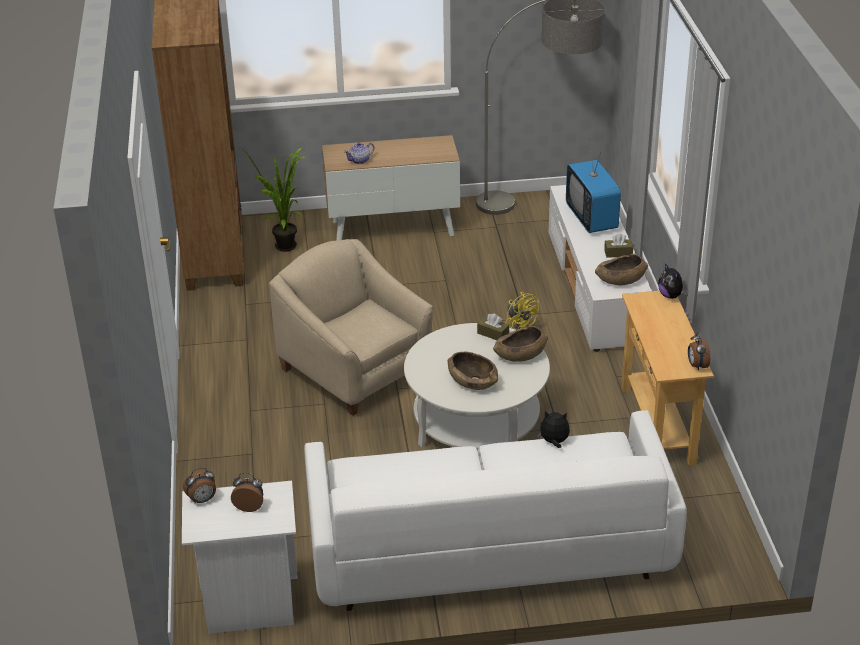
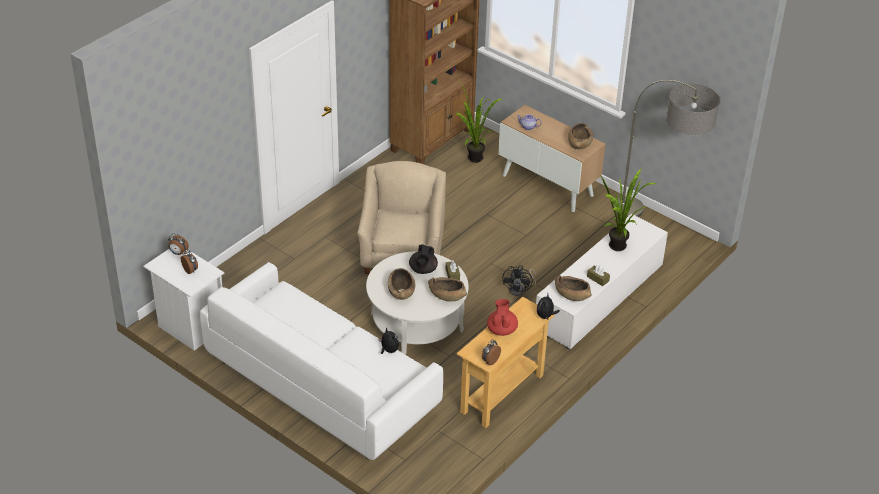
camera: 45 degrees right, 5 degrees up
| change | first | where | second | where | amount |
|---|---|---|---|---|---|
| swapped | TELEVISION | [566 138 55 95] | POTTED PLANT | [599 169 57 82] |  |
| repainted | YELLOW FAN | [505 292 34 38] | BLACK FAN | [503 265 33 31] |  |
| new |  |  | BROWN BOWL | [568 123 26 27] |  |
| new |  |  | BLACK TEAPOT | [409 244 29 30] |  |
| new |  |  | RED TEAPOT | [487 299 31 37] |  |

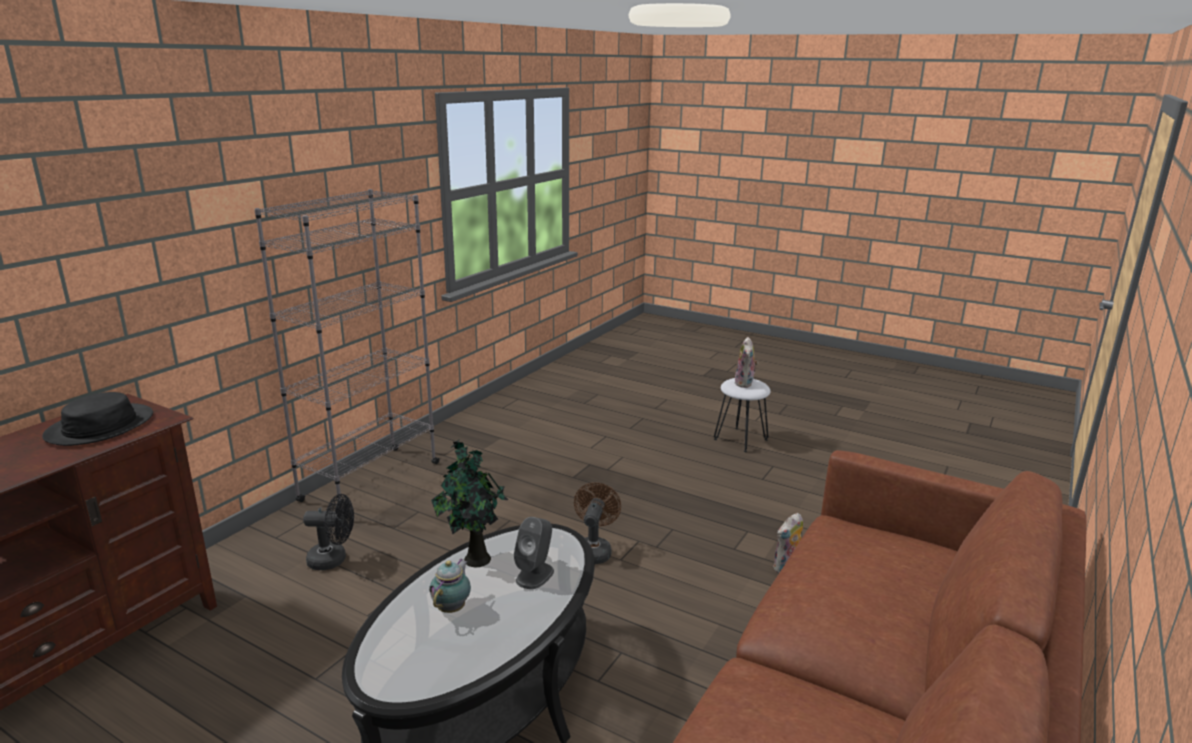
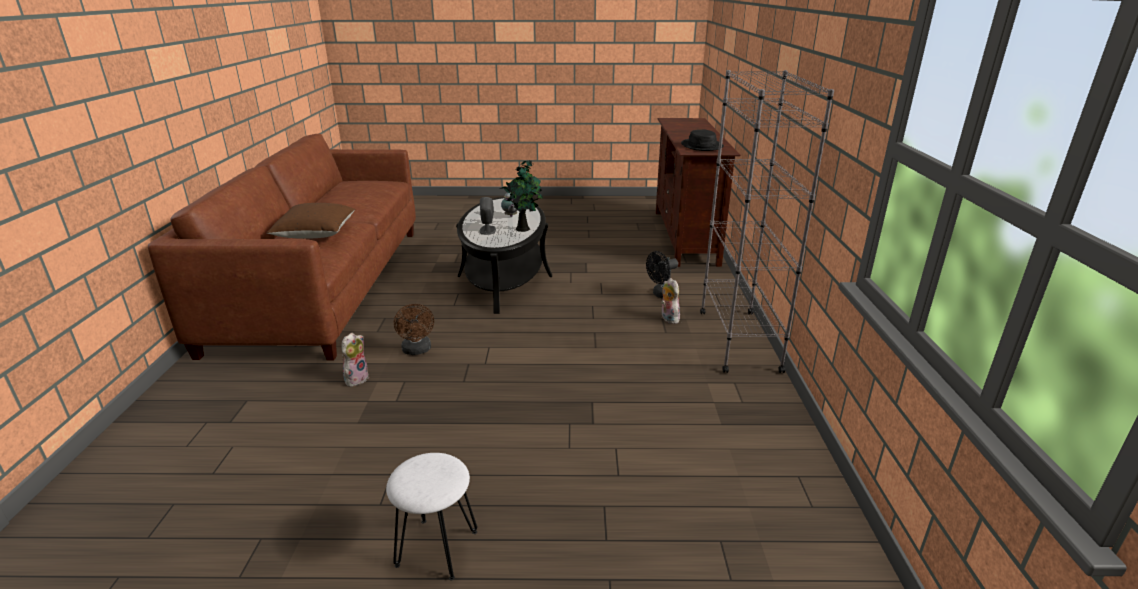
camera: 150 degrees right, 5 degrees up
| change | first | where | second | where | amount |
|---|---|---|---|---|---|
| shifted | PLUSH TOY | [734 337 24 51] |  | [661 278 19 46] |  |
| shifted | BROWN FAN | [574 482 47 82] |  | [394 304 40 51] |  |
| new |  |  | BROWN PILLOW | [267 203 89 36] |  |

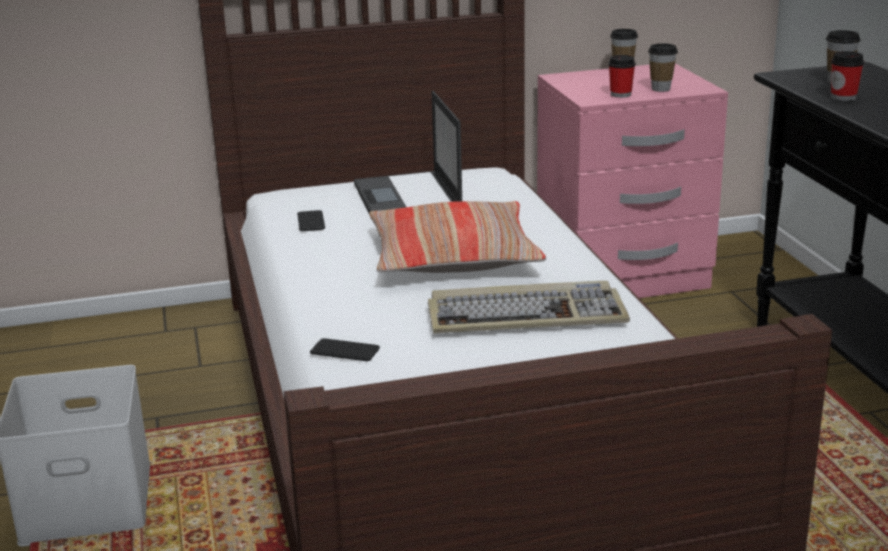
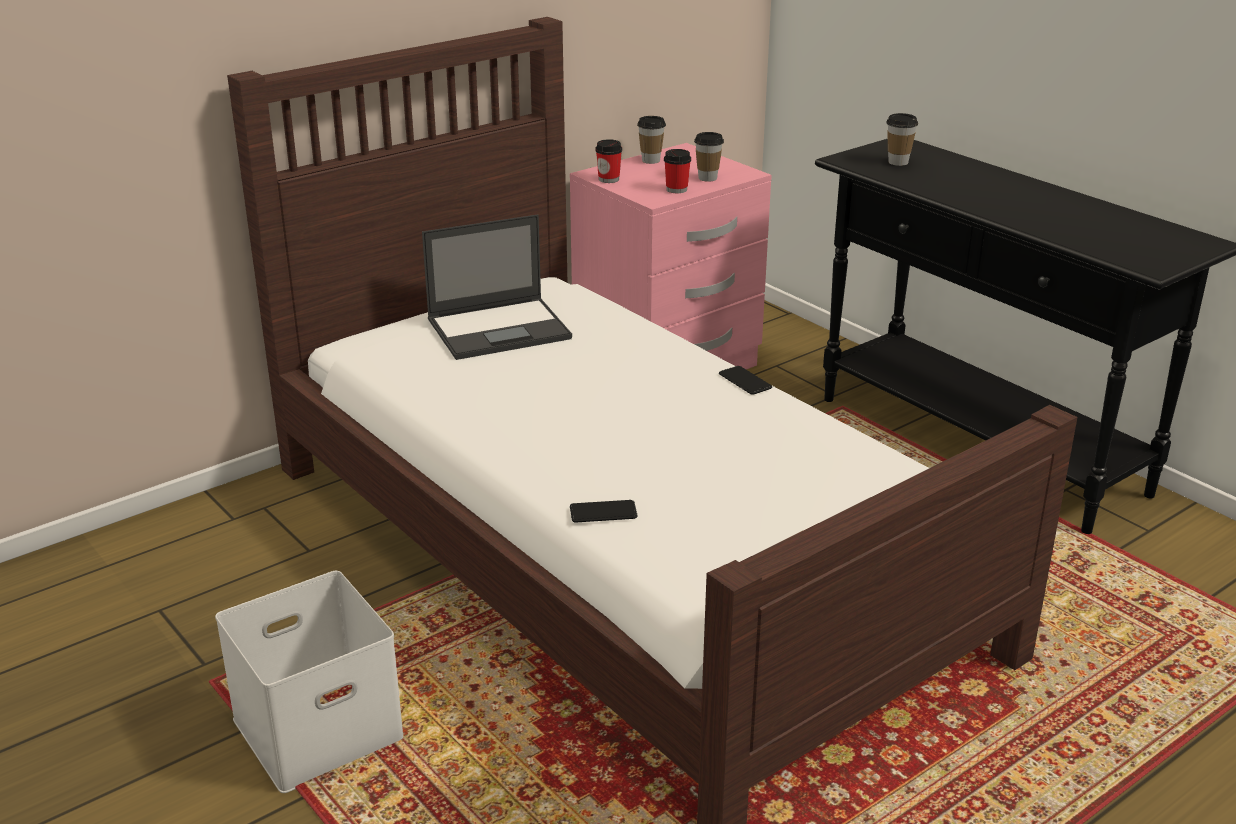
camera: 25 degrees left, 5 degrees up
| change | first | where | second | where | amount |
|---|---|---|---|---|---|
| shifted | CUP | [831 51 33 50] |  | [595 139 27 44] |  |
| rotated | LAPTOP | [354 91 108 124] |  | [422 214 150 146] | 75 degrees counterclockwise |
| gone | PILLOW | [369 201 177 72] |  |  |  |
| shifted | PHONE | [297 210 28 21] |  | [719 366 53 29] |  |
| gone | KEYBOARD | [428 281 202 53] |  |  |  |

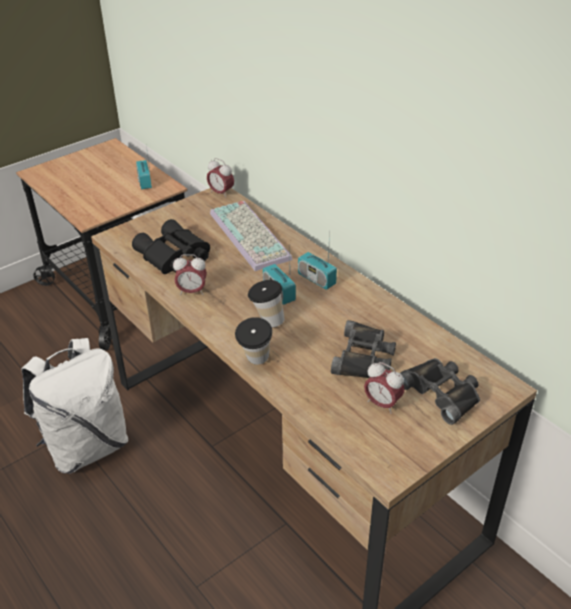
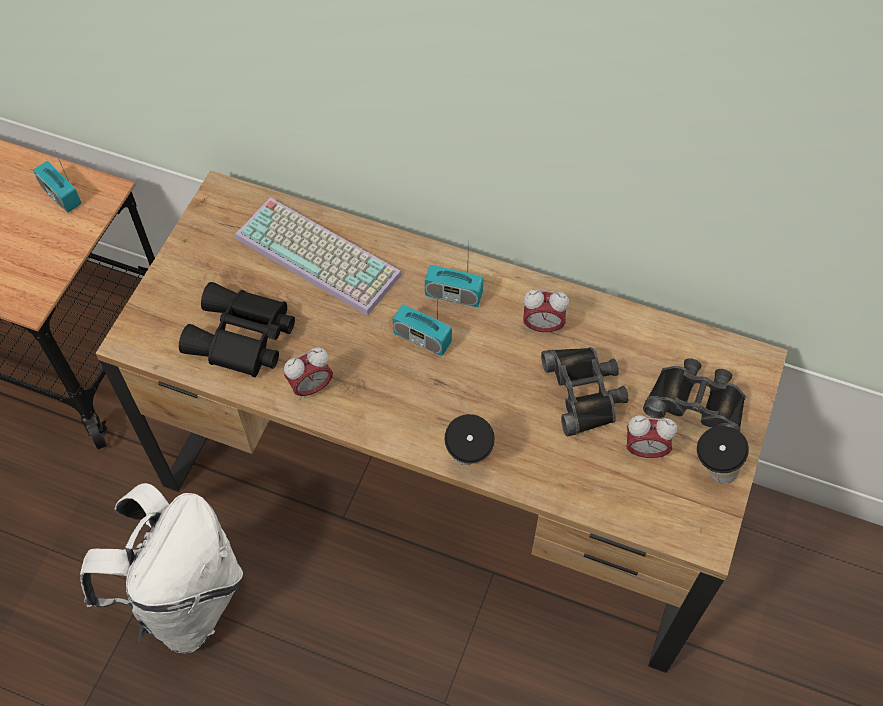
camera: 30 degrees left, 20 degrees up
| change | first | where | second | where | amount |
|---|---|---|---|---|---|
| shifted | ALARM CLOCK | [207 158 27 40] |  | [523 290 46 44] |  |
| shifted | CUP | [248 280 37 48] |  | [697 426 52 57] |  |

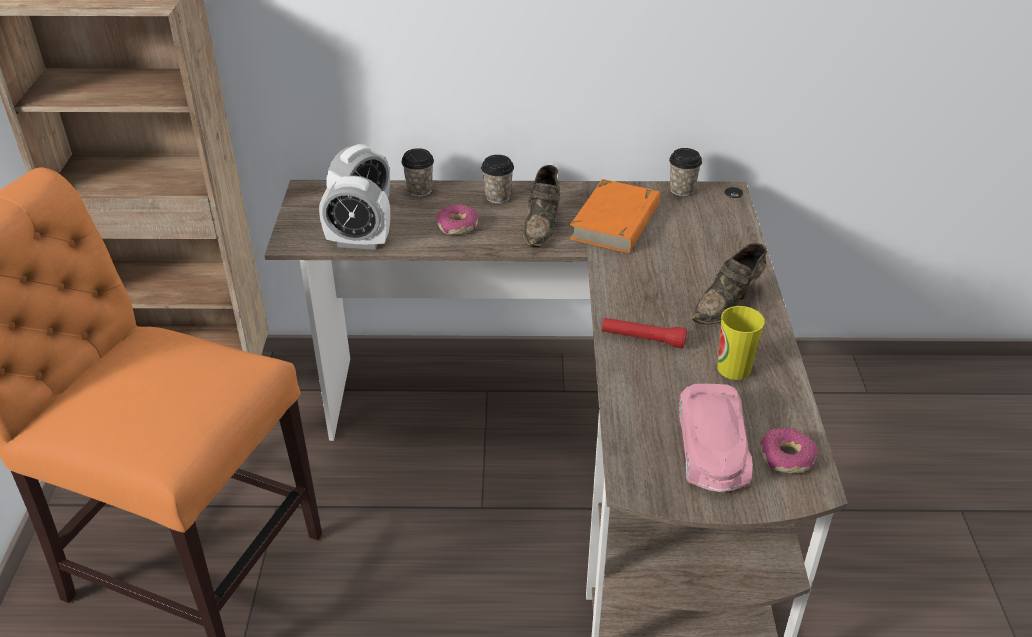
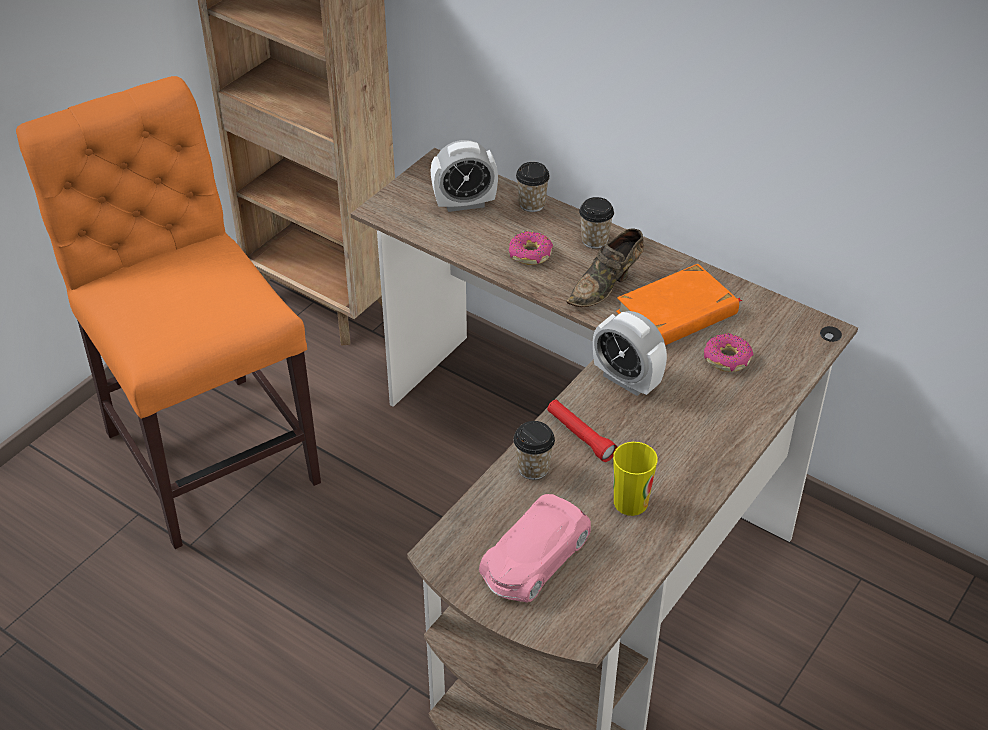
camera: 35 degrees right, 5 degrees up
| change | first | where | second | where | amount |
|---|---|---|---|---|---|
| shifted | CUP | [669 148 33 49] |  | [513 421 42 59] |  |
| shifted | ALARM CLOCK | [319 175 71 75] |  | [593 311 74 85] |  |
| gone | BROWN SHOE | [692 243 75 81] |  |  |  |
| shifted | DONUT | [760 428 58 46] |  | [704 333 49 39] |  |

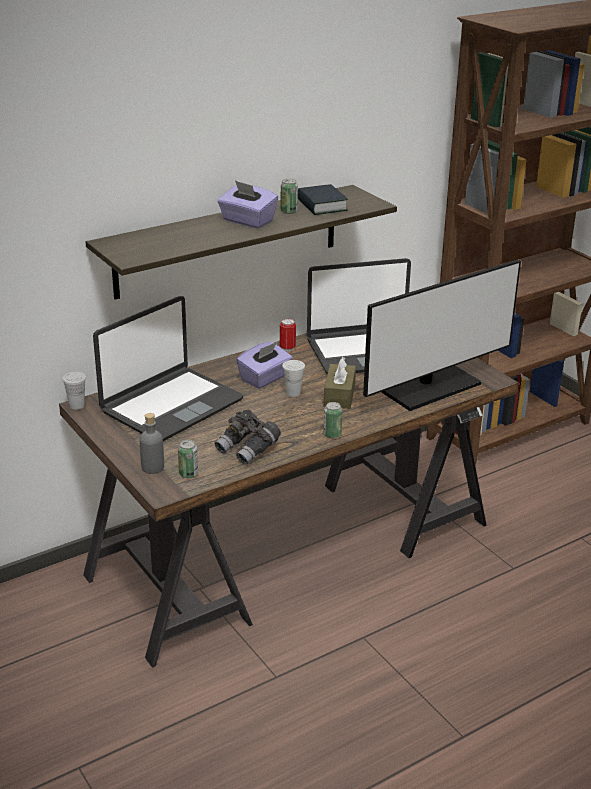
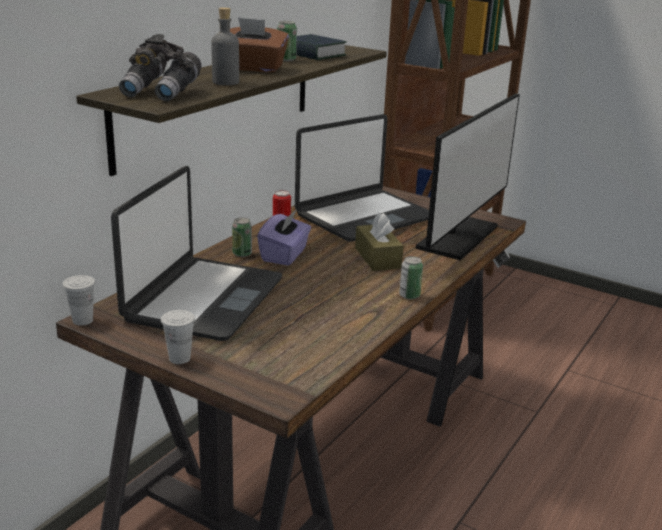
camera: 25 degrees left, 5 degrees down
| change | first | where | second | where | amount |
|---|---|---|---|---|---|
| repainted | PURPLE TISSUE BOX | [218 180 60 48] | BROWN TISSUE BOX | [230 17 59 55] |  |
| shifted | WHITE CUP | [282 360 23 37] |  | [161 310 34 54] |  |
| shifted | GREY BINOCULARS | [214 410 67 55] |  | [119 34 82 67] |  |
| shifted | GREY BOTTLE | [139 413 25 61] |  | [211 7 28 78] |  |
| shifted | CAN | [178 440 20 38] |  | [232 218 20 39] |  |

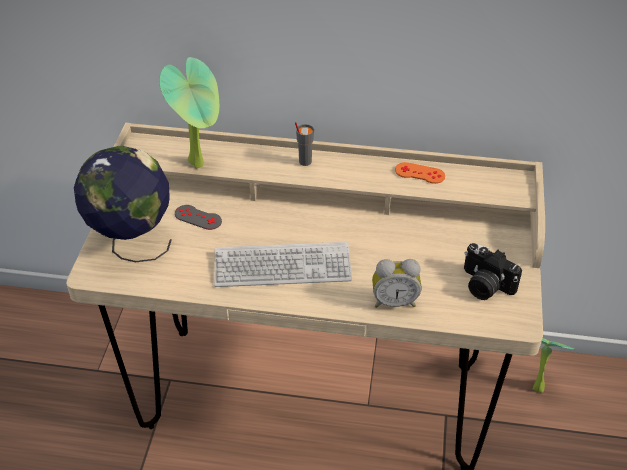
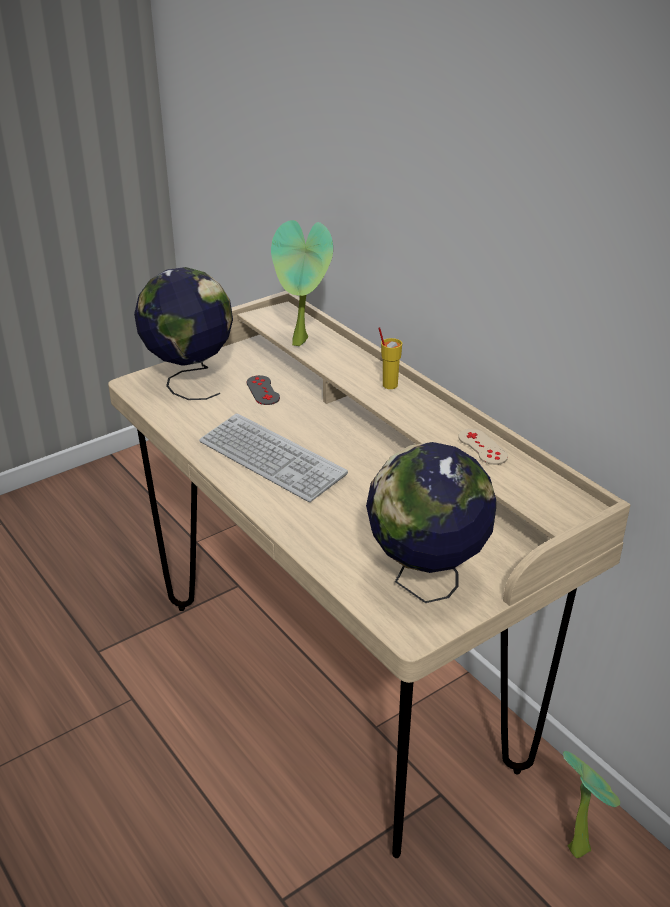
camera: 45 degrees right, 10 degrees down
| change | first | where | second | where | amount |
|---|---|---|---|---|---|
| repainted | GREY CUP | [295 122 19 44] | YELLOW CUP | [379 327 23 62] |  |
| repainted | ORANGE GAME CONTROLLER | [395 162 50 22] | BEIGE GAME CONTROLLER | [458 429 50 36] |  |
| swapped | PHOTO CAMERA | [464 243 58 57] | GLOBE | [366 442 130 161] |  |
| gone | ALARM CLOCK | [372 259 49 49] |  |  |  |

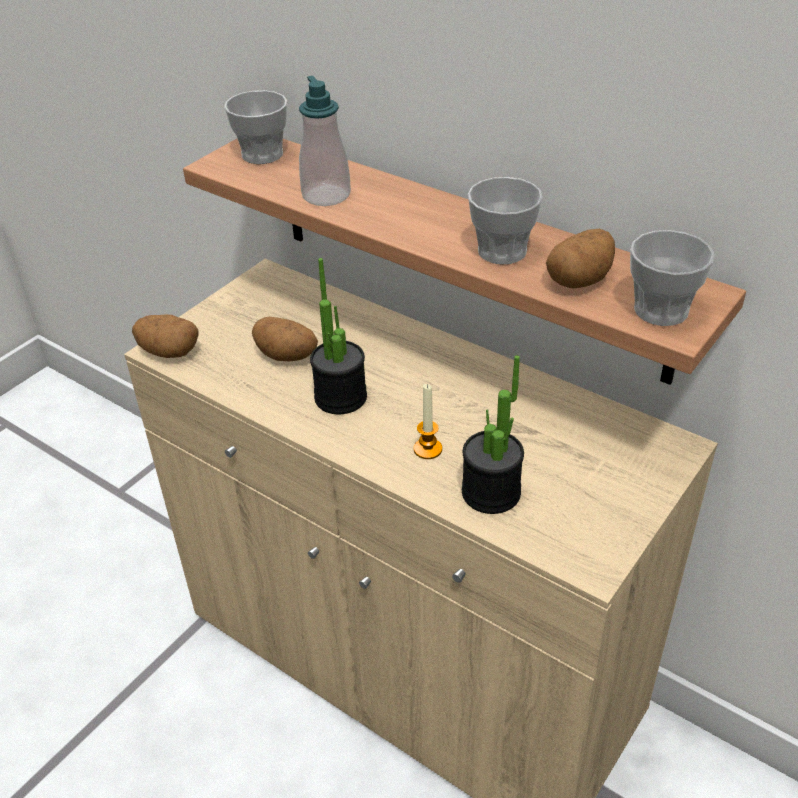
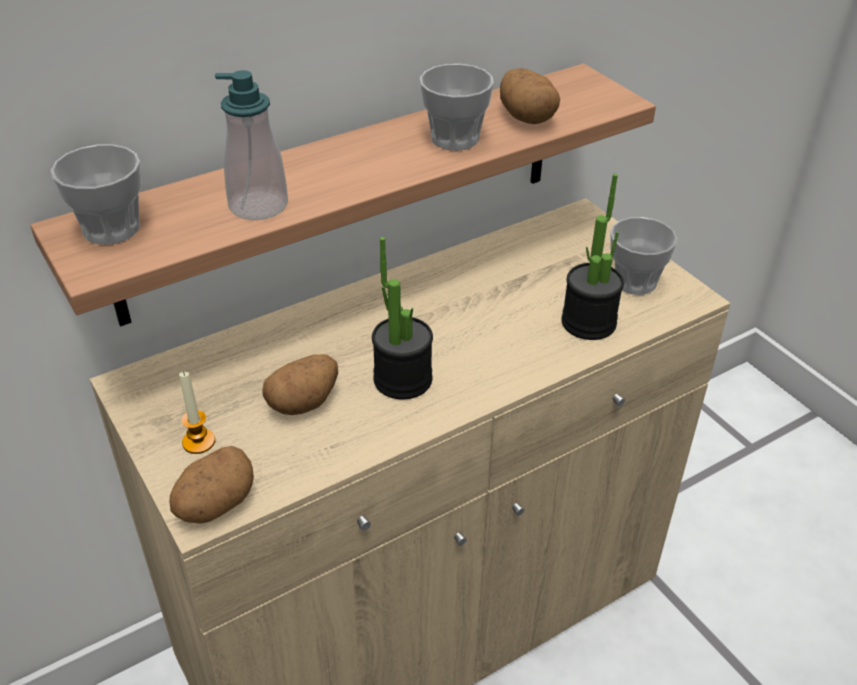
camera: 70 degrees left, 0 degrees up
| change | first | where | second | where | amount |
|---|---|---|---|---|---|
| shifted | CUP | [630 230 85 96] |  | [610 217 67 78] |  |
| shifted | CANDLE | [414 384 28 75] |  | [179 371 36 83] |  |

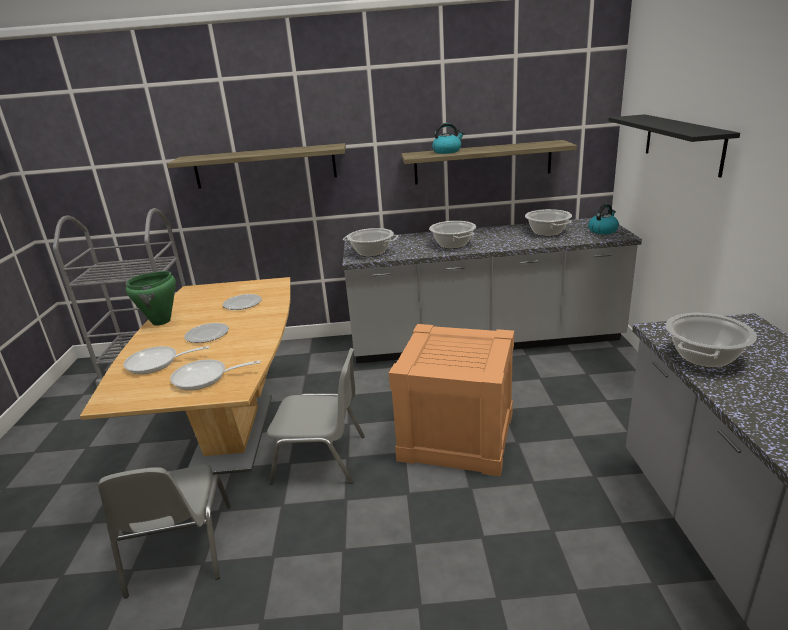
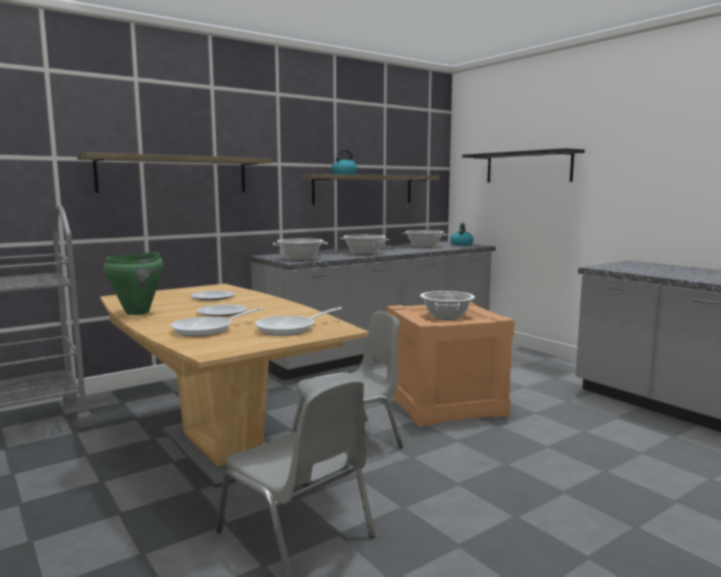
camera: 35 degrees left, 15 degrees down
| change | first | where | second | where | amount |
|---|---|---|---|---|---|
| shifted | COOKING POT | [666 313 91 55] |  | [420 291 55 29] |  |

